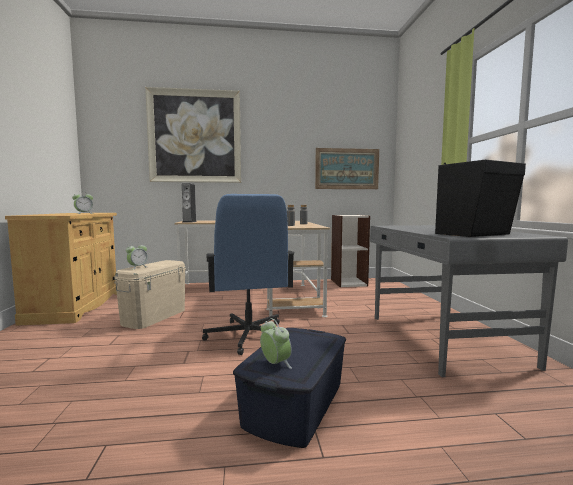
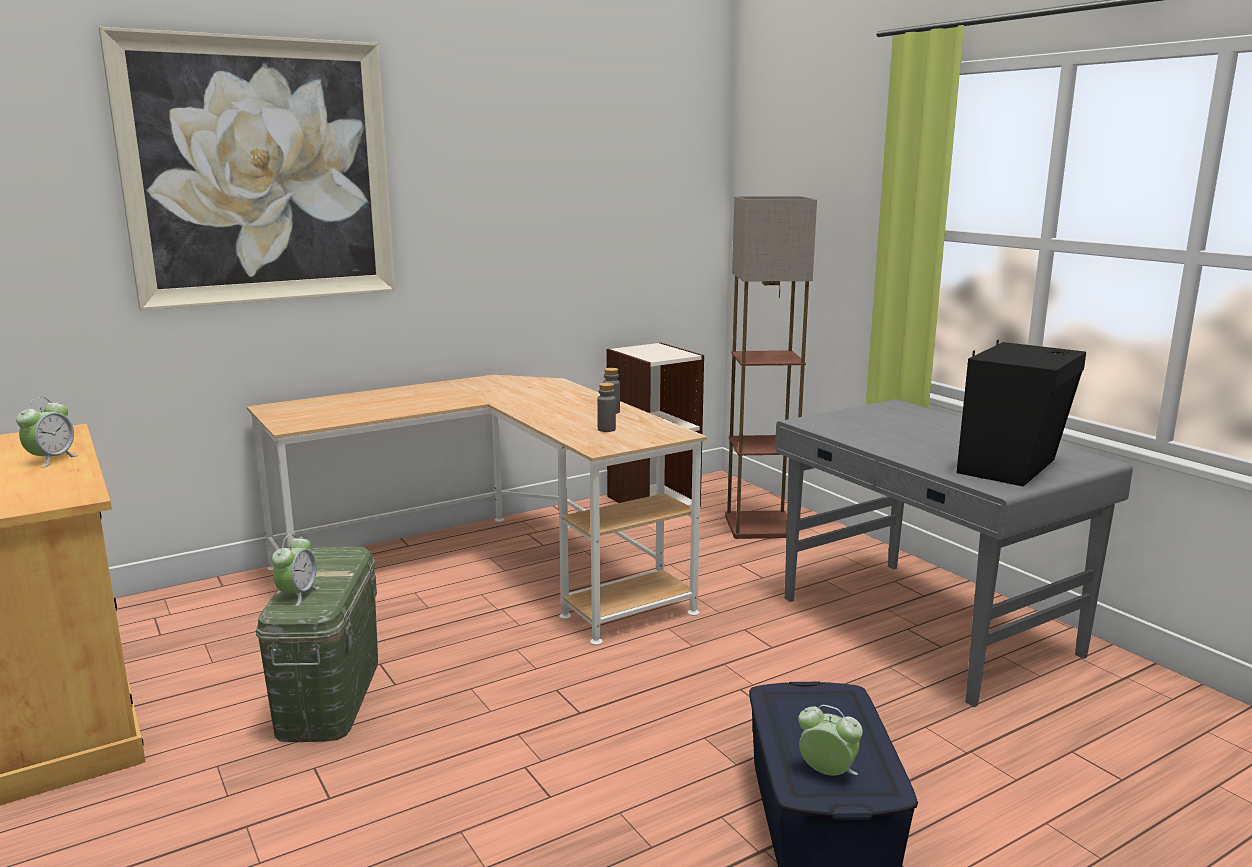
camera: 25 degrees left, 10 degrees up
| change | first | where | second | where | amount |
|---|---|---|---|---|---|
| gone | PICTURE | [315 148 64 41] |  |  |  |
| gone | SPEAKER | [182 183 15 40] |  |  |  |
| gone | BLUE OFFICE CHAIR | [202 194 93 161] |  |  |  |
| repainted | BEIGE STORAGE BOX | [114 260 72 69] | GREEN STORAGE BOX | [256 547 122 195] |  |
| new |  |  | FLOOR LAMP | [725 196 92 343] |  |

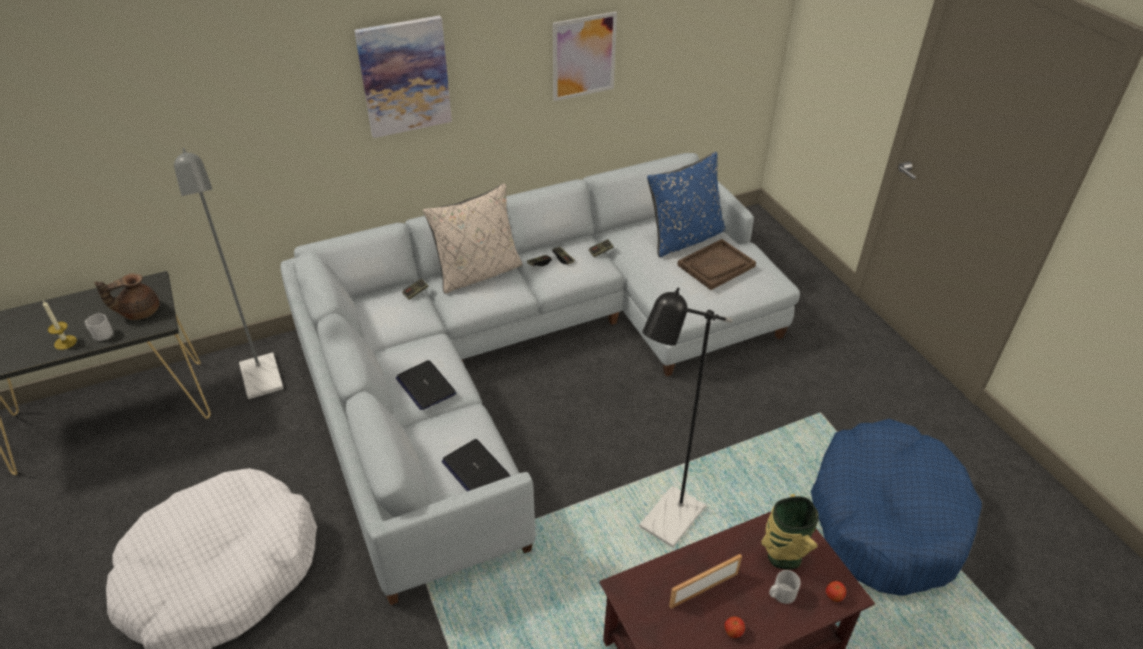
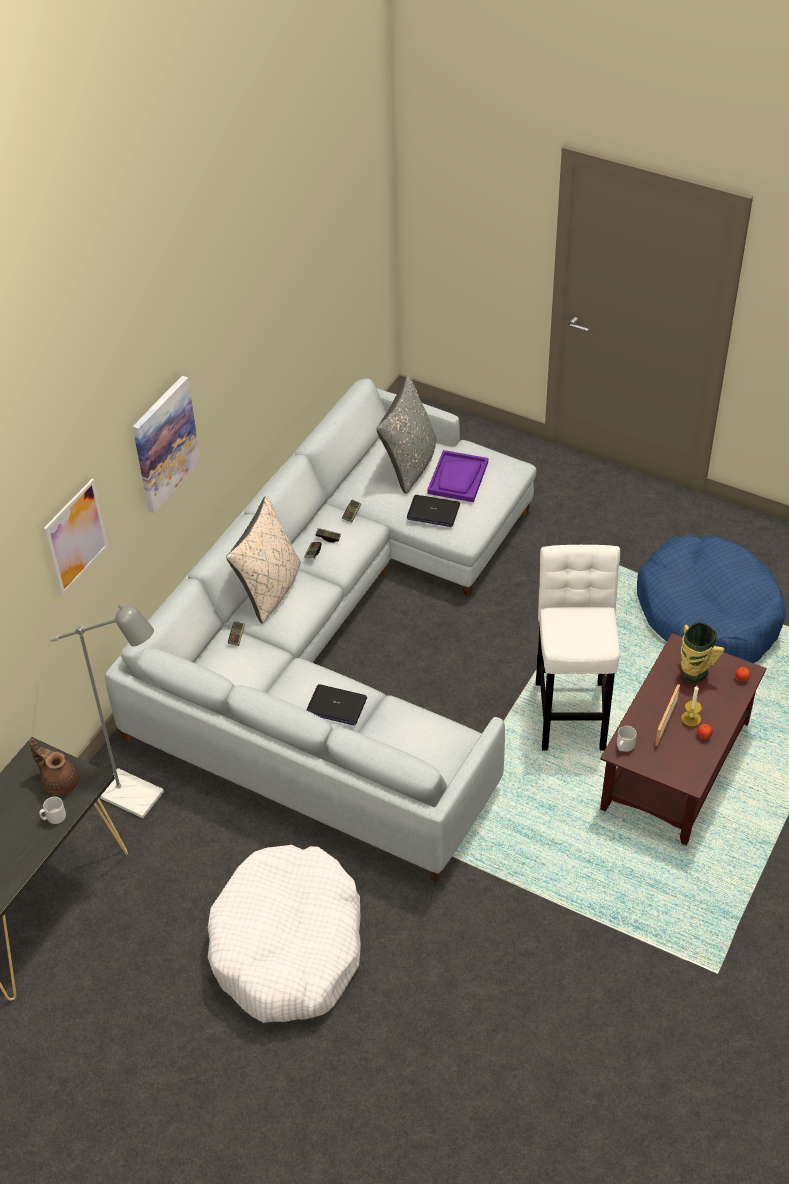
camera: 35 degrees left, 5 degrees up
| change | first | where | second | where | amount |
|---|---|---|---|---|---|
| shifted | PICTURE | [553 11 64 90] |  | [44 479 64 117] |  |
| repainted | BLUE PILLOW | [647 152 78 105] | GREY PILLOW | [377 375 59 119] |  |
| repainted | BROWN TRAY | [677 239 79 51] | PURPLE TRAY | [427 450 61 52] |  |
| rotated | BROWN TEAPOT | [94 273 65 47] |  | [29 739 50 57] | 105 degrees clockwise |
| swapped | BLACK FLOOR LAMP | [639 287 94 261] | WHITE STOOL | [536 544 84 206] |  |
| shifted | CANDLE | [43 301 34 49] |  | [681 686 21 40] |  |
| shifted | LAPTOP | [441 439 69 52] |  | [407 495 53 32] |  |
| shifted | GREY MUG | [769 570 32 34] |  | [617 726 19 26] |  |

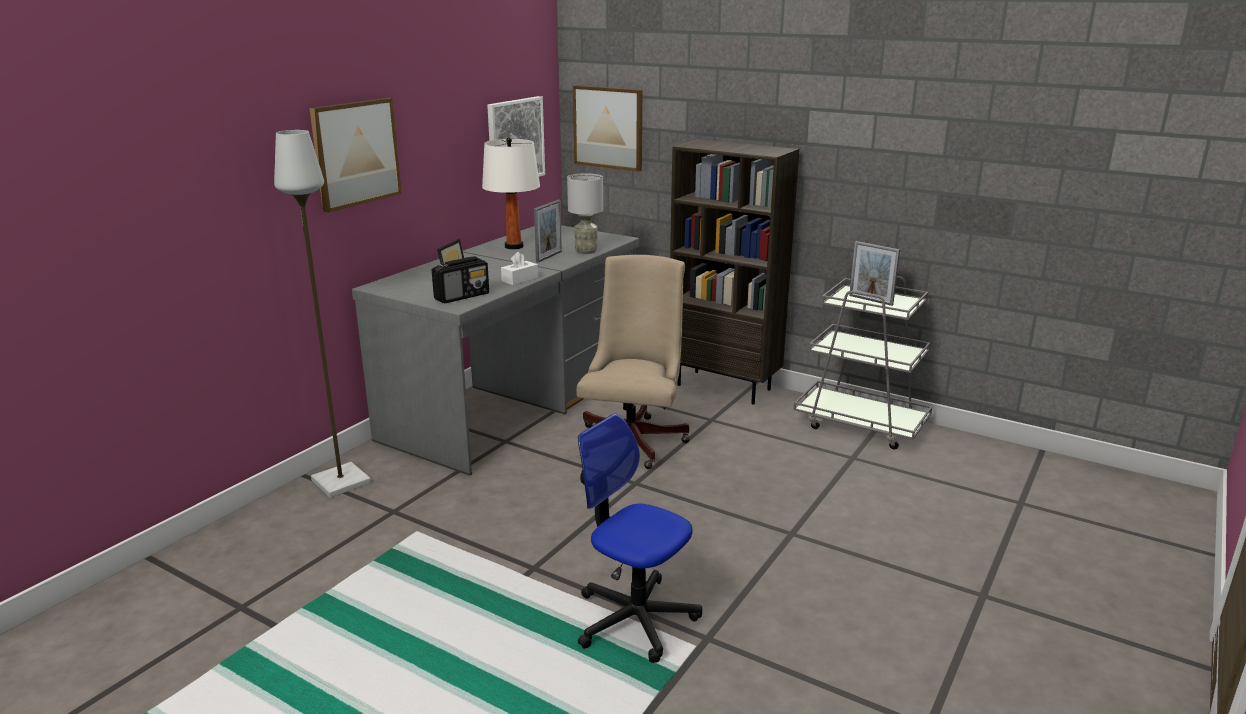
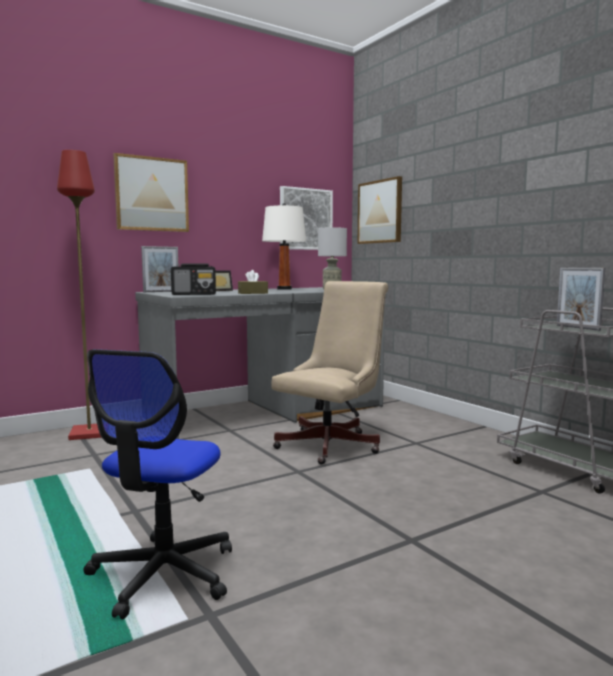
camera: 25 degrees right, 15 degrees down
| change | first | where | second | where | amount |
|---|---|---|---|---|---|
| repainted | GREY FLOOR LAMP | [274 130 97 368] | RED FLOOR LAMP | [57 150 45 290] |  |
| gone | BROWN BOOKCASE | [670 139 129 265] |  |  |  |
| shifted | PICTURE FRAME | [534 200 28 63] |  | [141 246 37 46] |  |
| repainted | WHITE TISSUE BOX | [501 252 37 33] | BROWN TISSUE BOX | [238 270 30 24] |  |
| rotated | OFFICE CHAIR | [578 414 124 249] |  | [84 349 148 271] | 135 degrees counterclockwise |

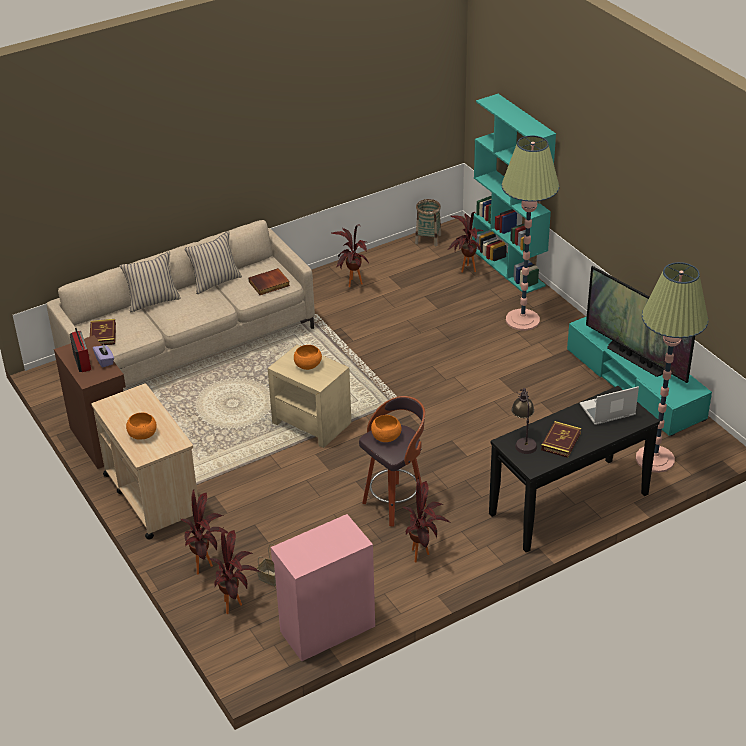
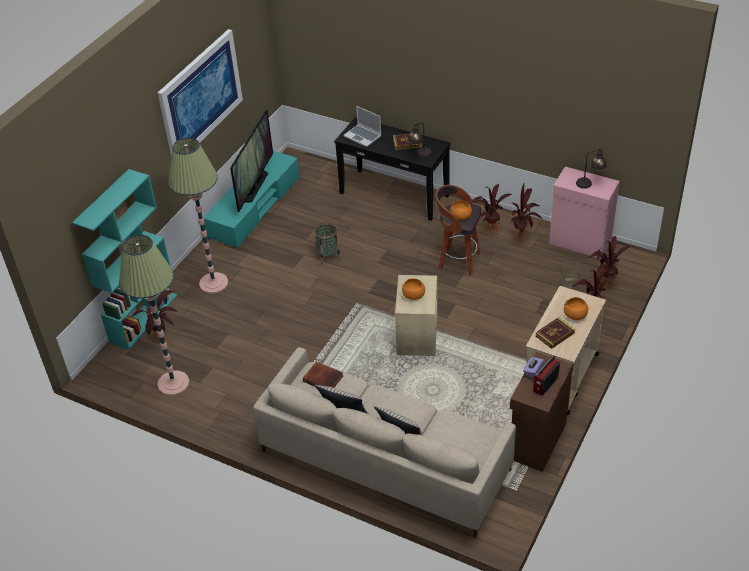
camera: 120 degrees left, 5 degrees up
| change | first | where | second | where | amount |
|---|---|---|---|---|---|
| shifted | BASKET | [415 199 26 47] |  | [315 222 26 43] |  |
| shifted | POTTED PLANT | [332 224 37 63] |  | [511 184 31 59] |  |
| shifted | FLOOR LAMP | [636 262 73 211] |  | [119 235 70 161] |  |
| shifted | BOOK | [90 319 26 26] |  | [535 317 40 32] |  |
| new |  |  | PICTURE | [158 29 85 126] |  |
| new |  |  | TABLE LAMP | [576 147 31 42] |  |

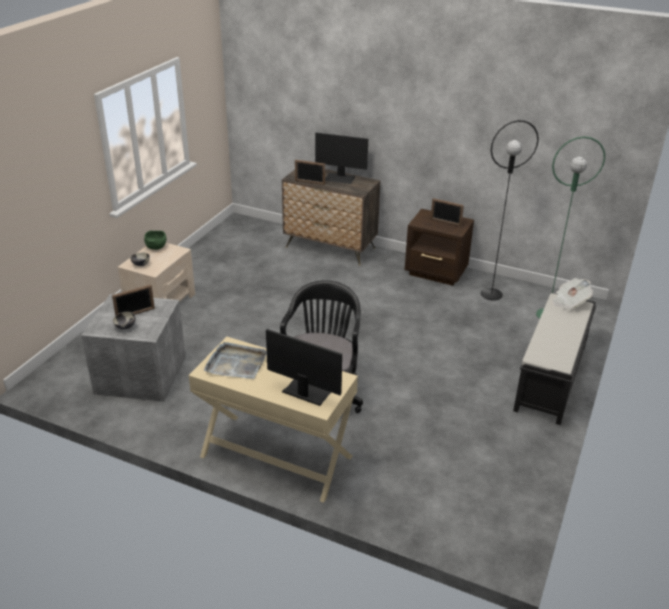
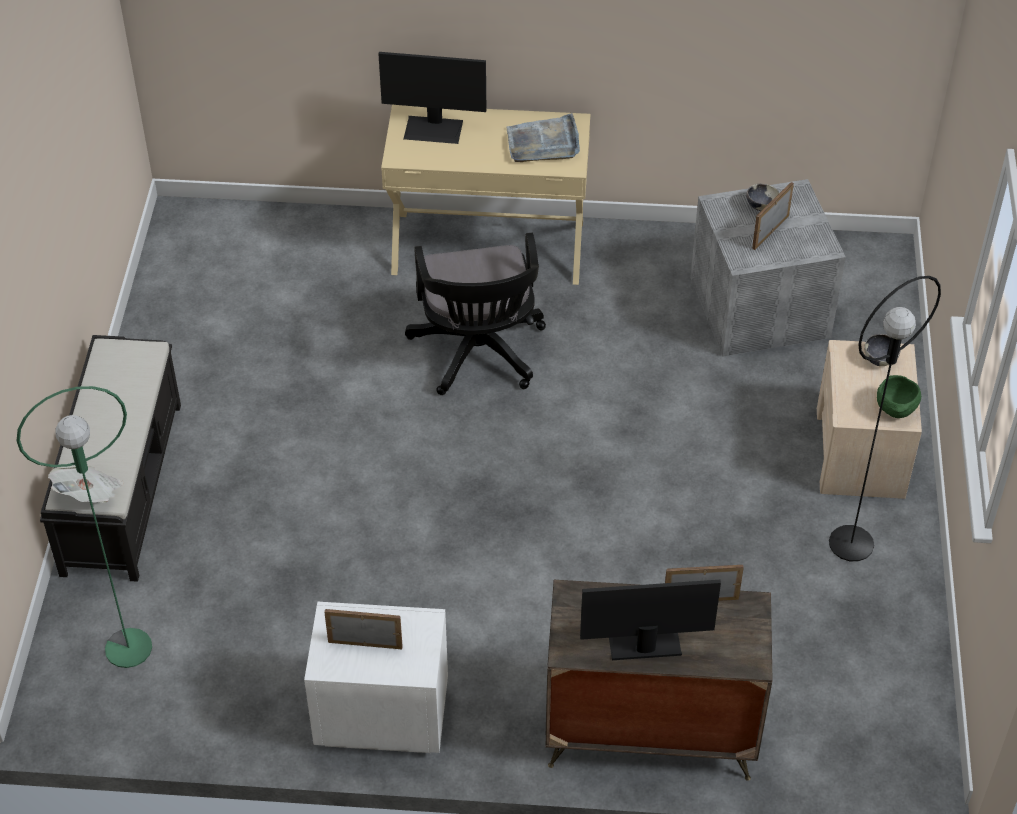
camera: 160 degrees right, 15 degrees up
| change | first | where | second | where | amount |
|---|---|---|---|---|---|
| shifted | BLACK FLOOR LAMP | [481 120 58 180] |  | [829 276 112 285] |  |
| repainted | BROWN NIGHTSTAND | [405 209 69 77] | WHITE NIGHTSTAND | [304 602 144 151] |  |

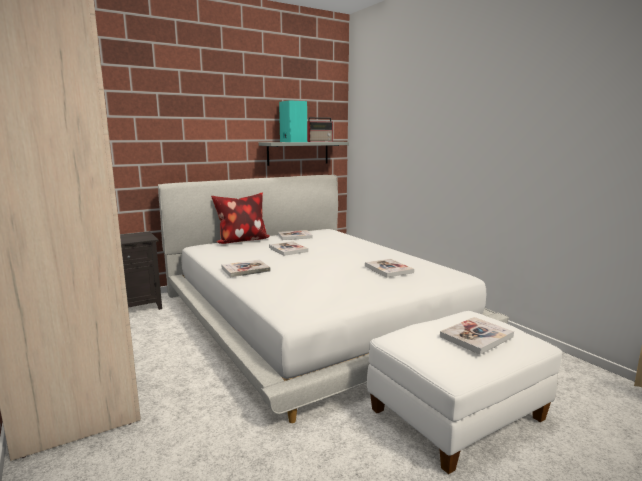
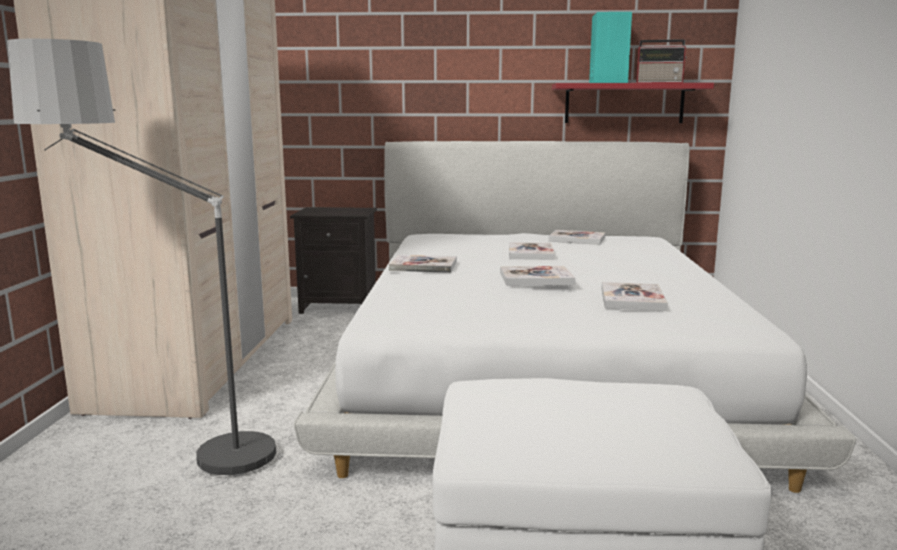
camera: 35 degrees right, 0 degrees up
| change | first | where | second | where | amount |
|---|---|---|---|---|---|
| repainted | GREY SHELF | [259 142 90 24] | RED SHELF | [552 83 162 40] |  |
| gone | PILLOW | [211 192 59 52] |  |  |  |
| shifted | BOOK | [440 317 74 37] |  | [500 266 75 20] |  |
| new |  |  | FLOOR LAMP | [7 39 277 447] |  |

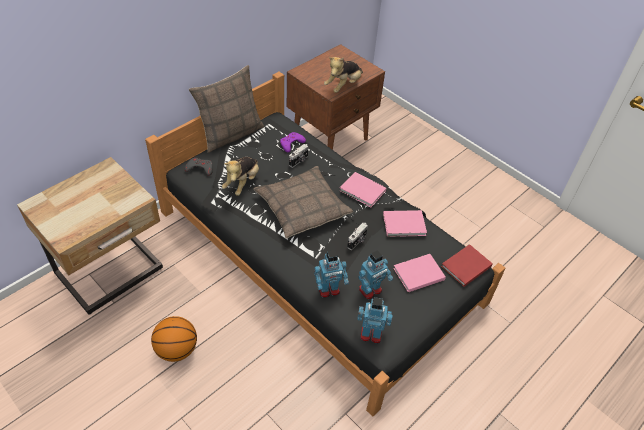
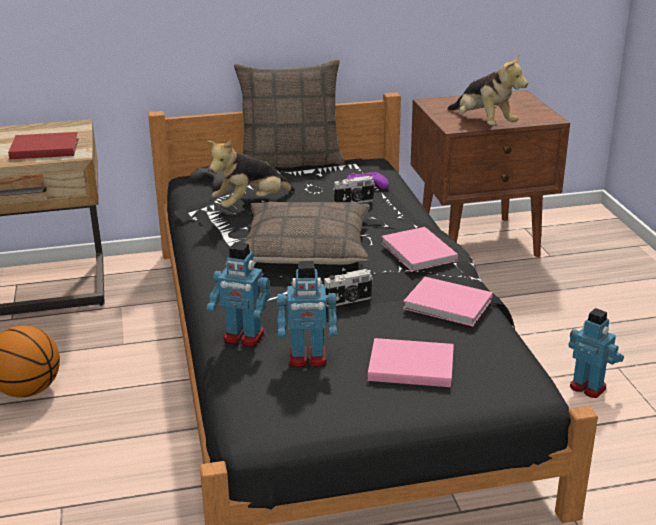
camera: 35 degrees right, 20 degrees down
| change | first | where | second | where | amount |
|---|---|---|---|---|---|
| rotated | PLUSH TOY | [324 57 39 36] |  | [447 54 81 71] | 105 degrees counterclockwise |
| shifted | RED BOOK | [441 244 52 43] |  | [8 132 70 27] |  |
| shifted | TOY ROBOT | [357 297 35 46] |  | [568 308 56 90] |  |

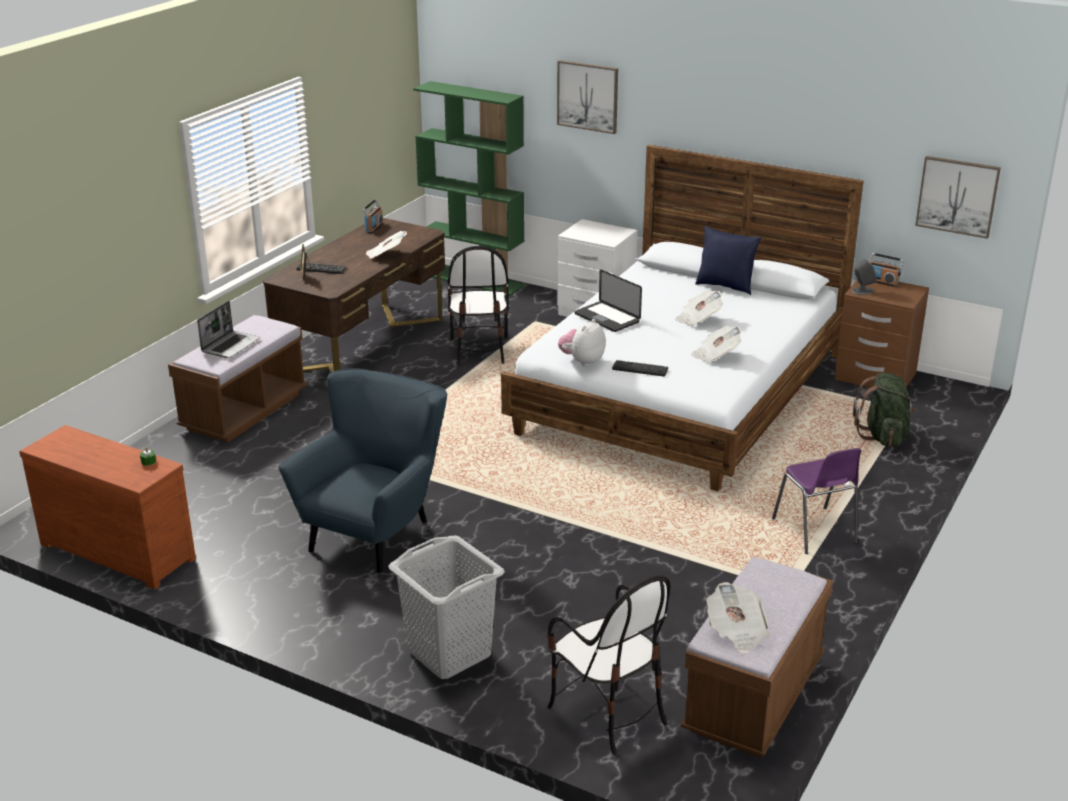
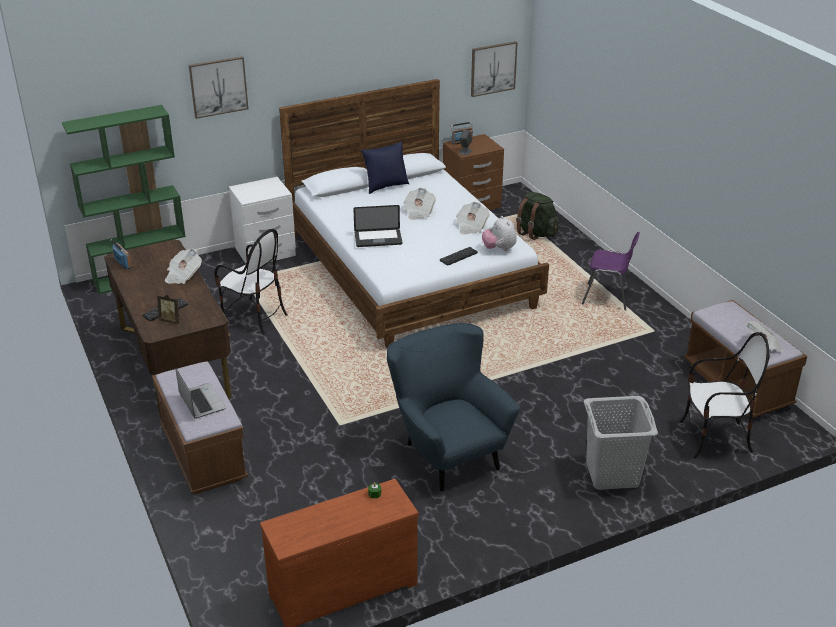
camera: 55 degrees left, 5 degrees up
| change | first | where | second | where | amount |
|---|---|---|---|---|---|
| shifted | PLUSH TOY | [558 319 48 48] |  | [482 216 35 35] |  |

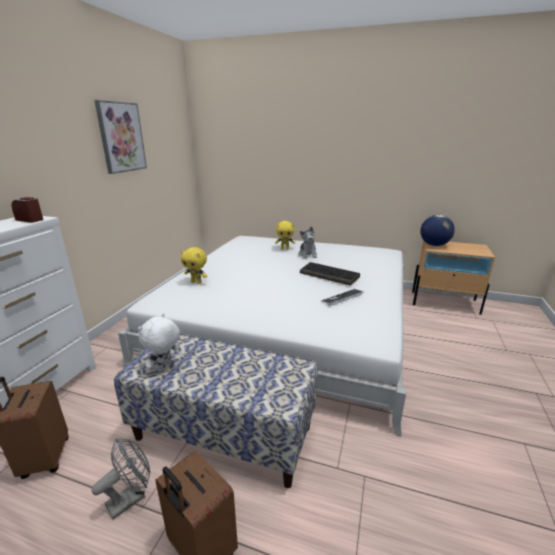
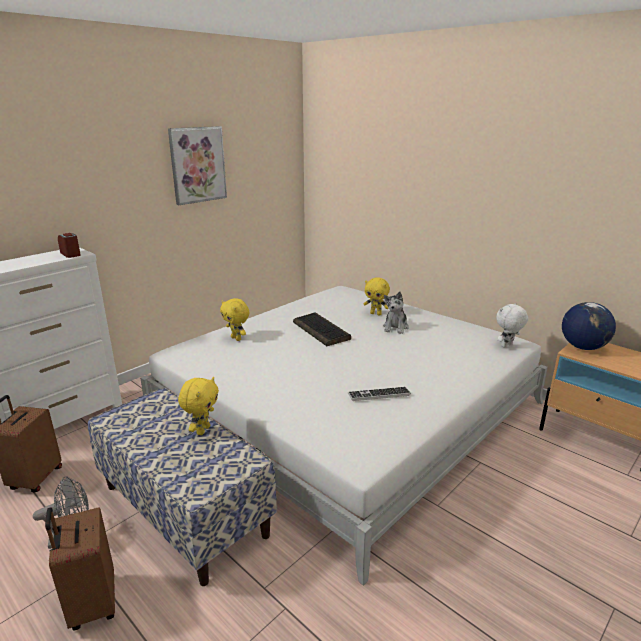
camera: 25 degrees right, 0 degrees up
| change | first | where | second | where | amount |
|---|---|---|---|---|---|
| shifted | KEYBOARD | [300 262 60 24] |  | [293 313 58 33] |  |
| shifted | WHITE PLUSH TOY | [138 313 42 59] |  | [496 303 32 45] |  |
| new |  |  | YELLOW PLUSH TOY | [178 377 41 58] |  |

